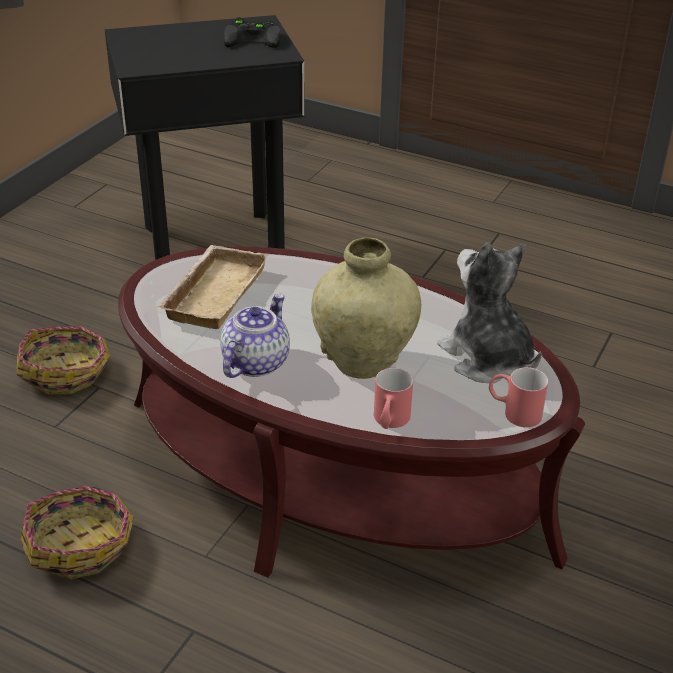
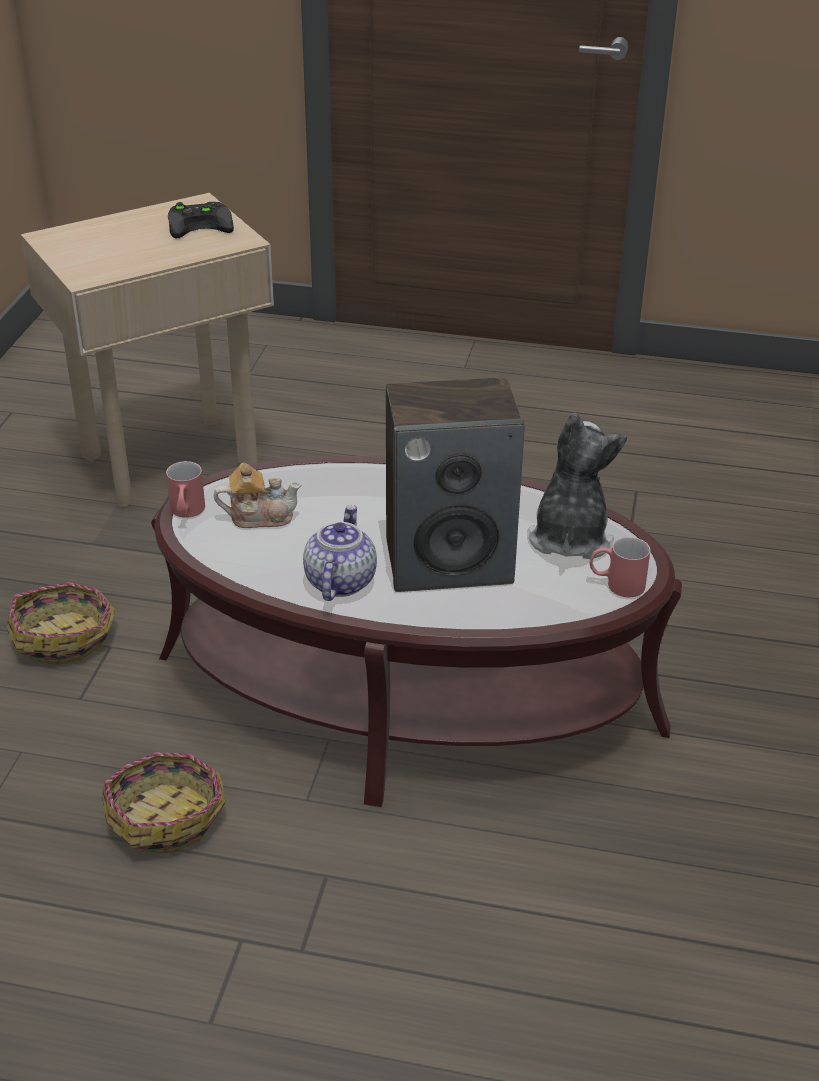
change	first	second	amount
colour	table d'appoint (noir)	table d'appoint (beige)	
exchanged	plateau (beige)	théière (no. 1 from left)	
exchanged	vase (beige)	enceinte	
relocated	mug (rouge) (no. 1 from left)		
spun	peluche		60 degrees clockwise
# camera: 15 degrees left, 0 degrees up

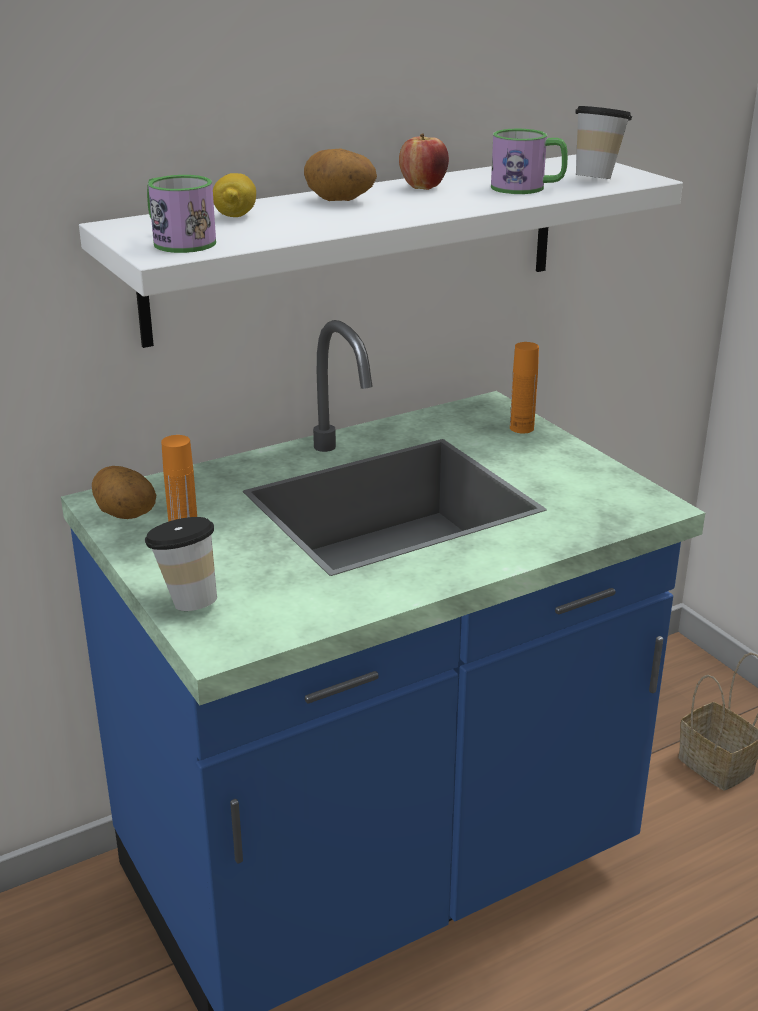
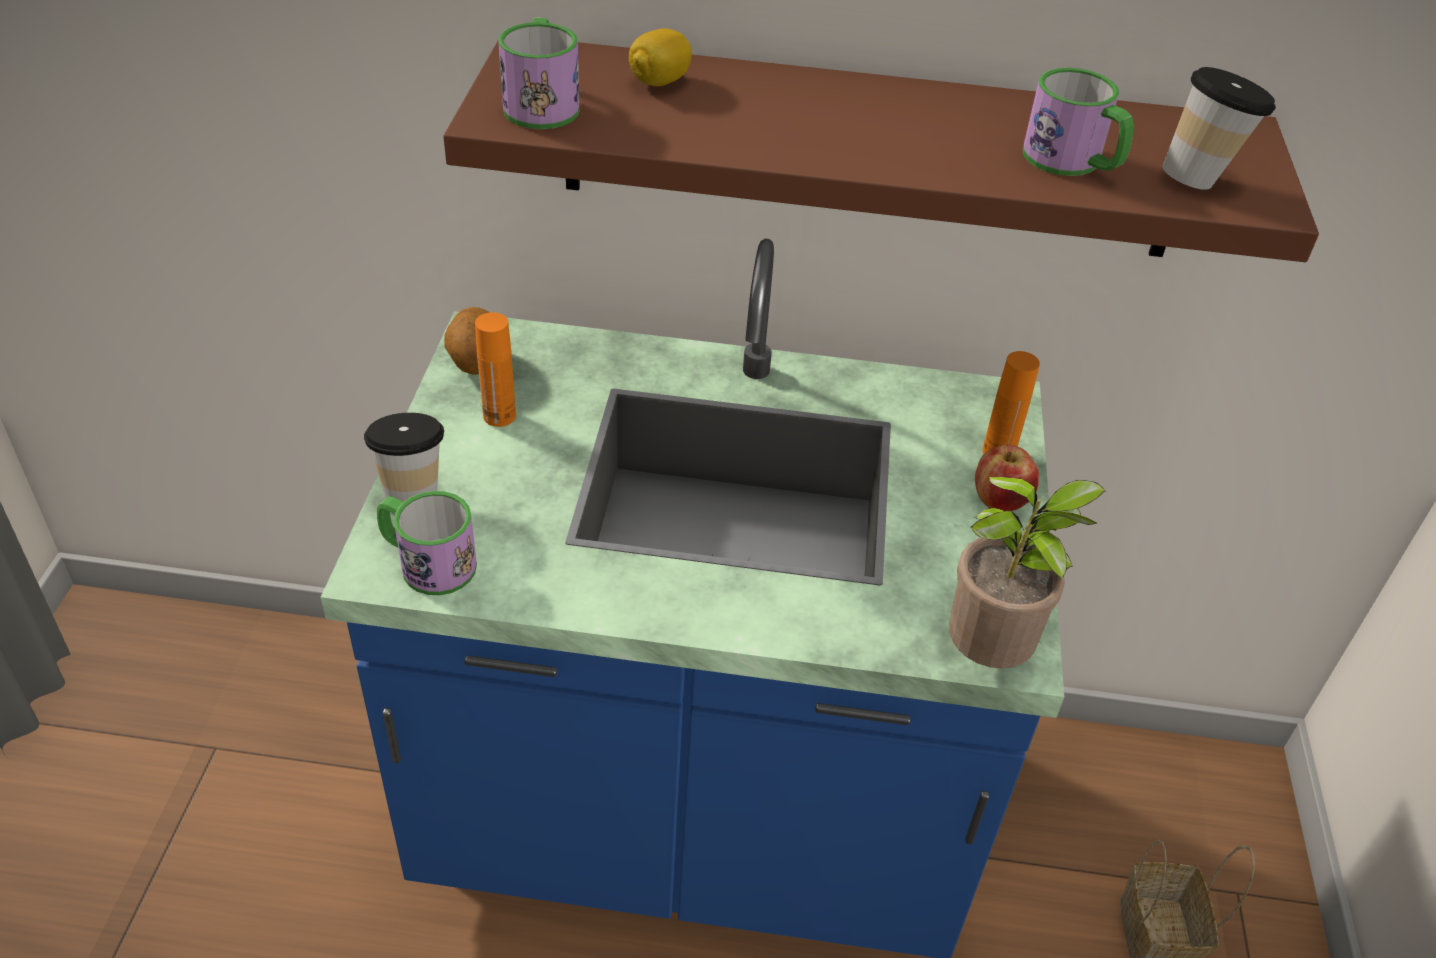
change	first	second	amount
colour	étagère (blanc)	étagère (marron)	
missing	pomme de terre (no. 2 from left)		
relocated	pomme		
appeared		mug (no. 1 from left)	
appeared		plante en pot	
# camera: 35 degrees right, 15 degrees up

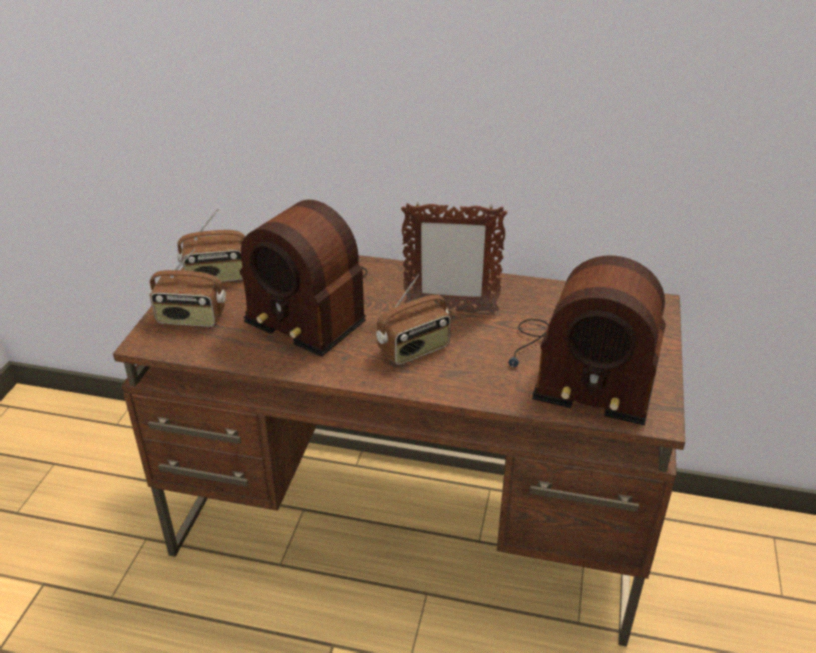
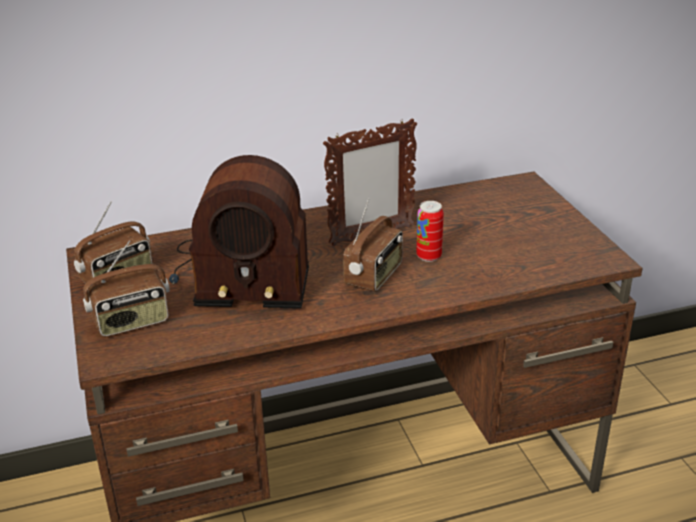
change	first	second	amount
missing	radio (no. 5 from left)		
appeared		boîte métallique	
# camera: 30 degrees left, 5 degrees down

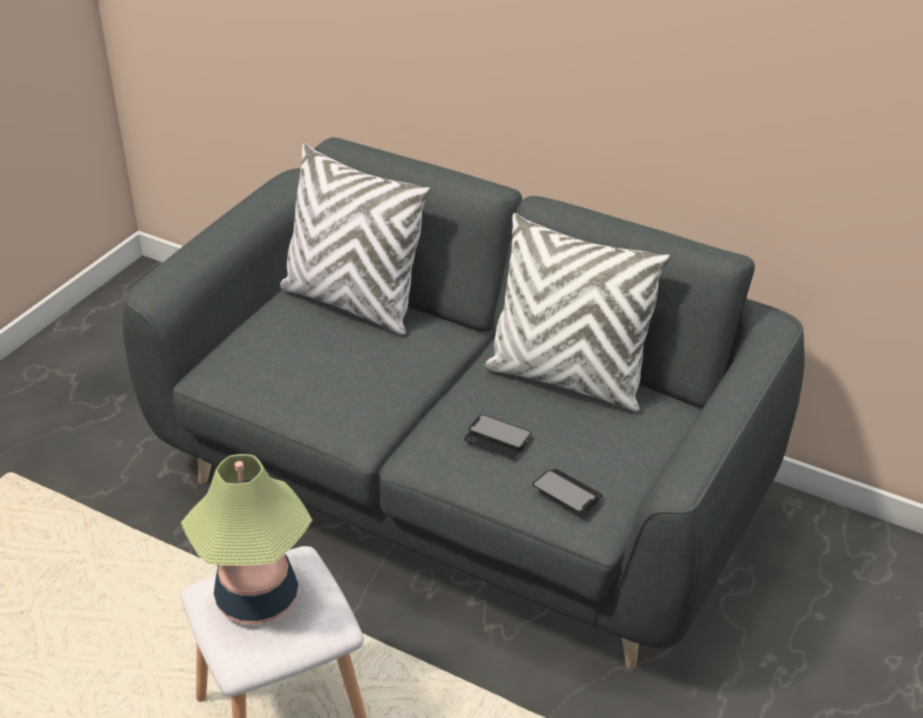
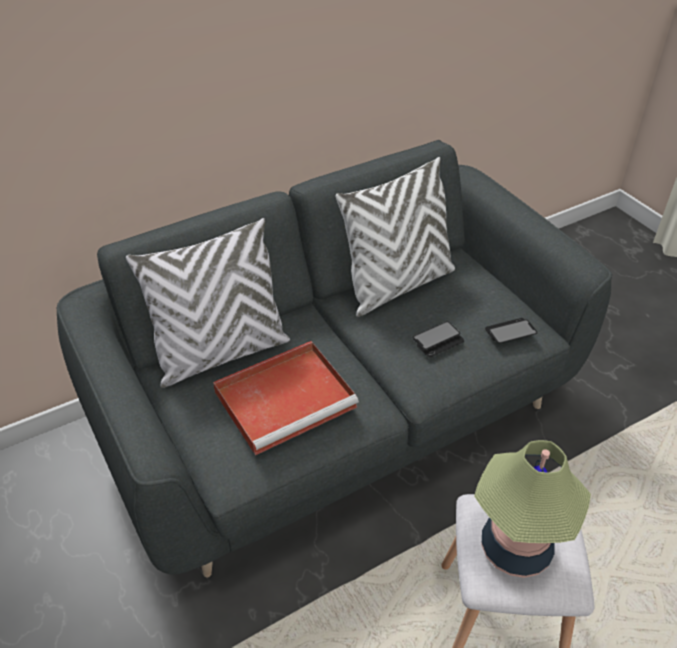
change	first	second	amount
appeared		plateau (rouge)	
# camera: 60 degrees left, 5 degrees up

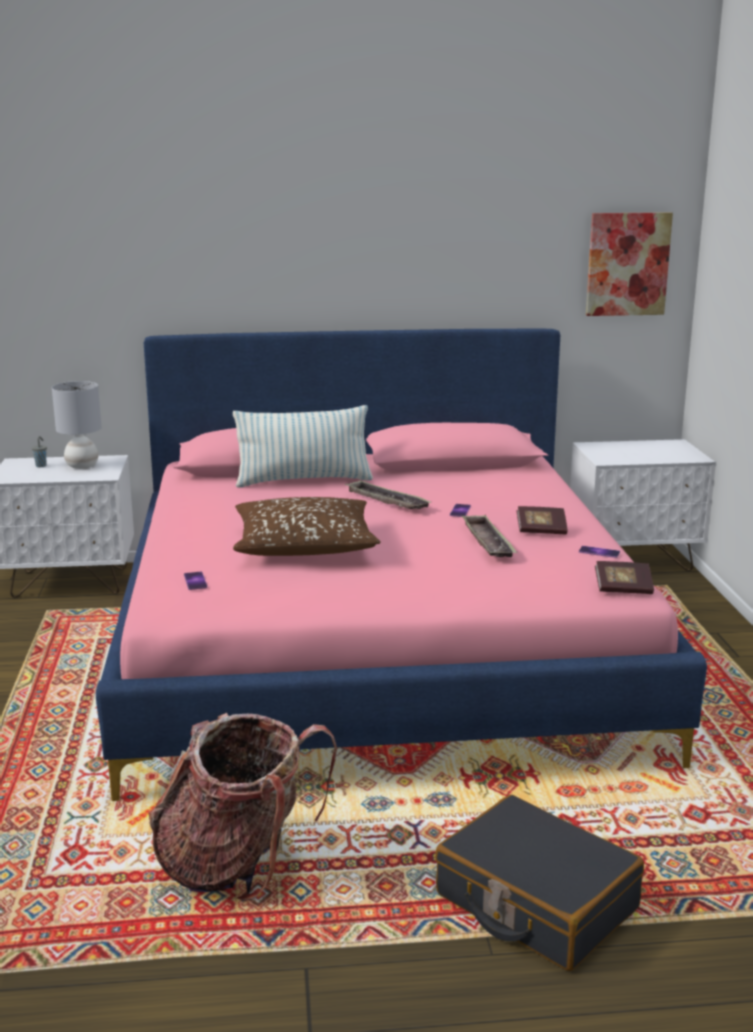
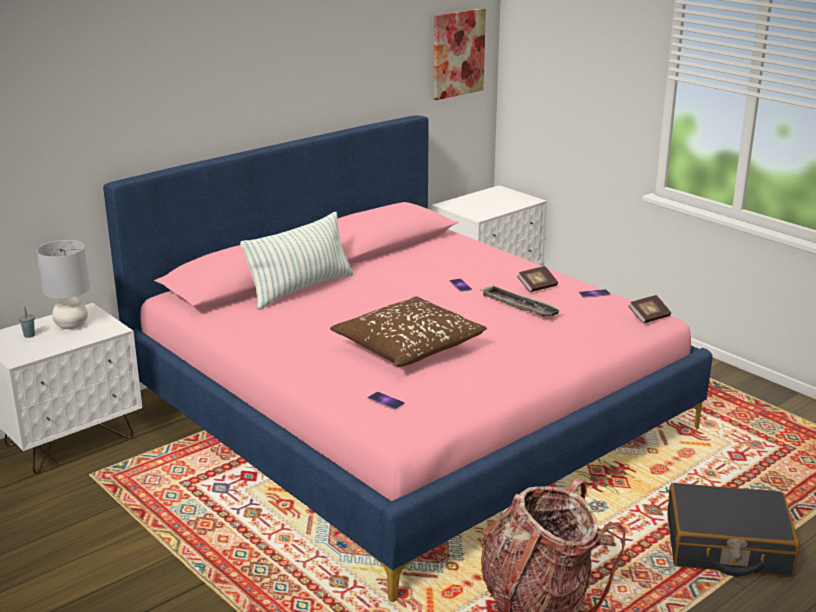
change	first	second	amount
missing	plateau (no. 1 from left)		
# camera: 35 degrees left, 5 degrees up

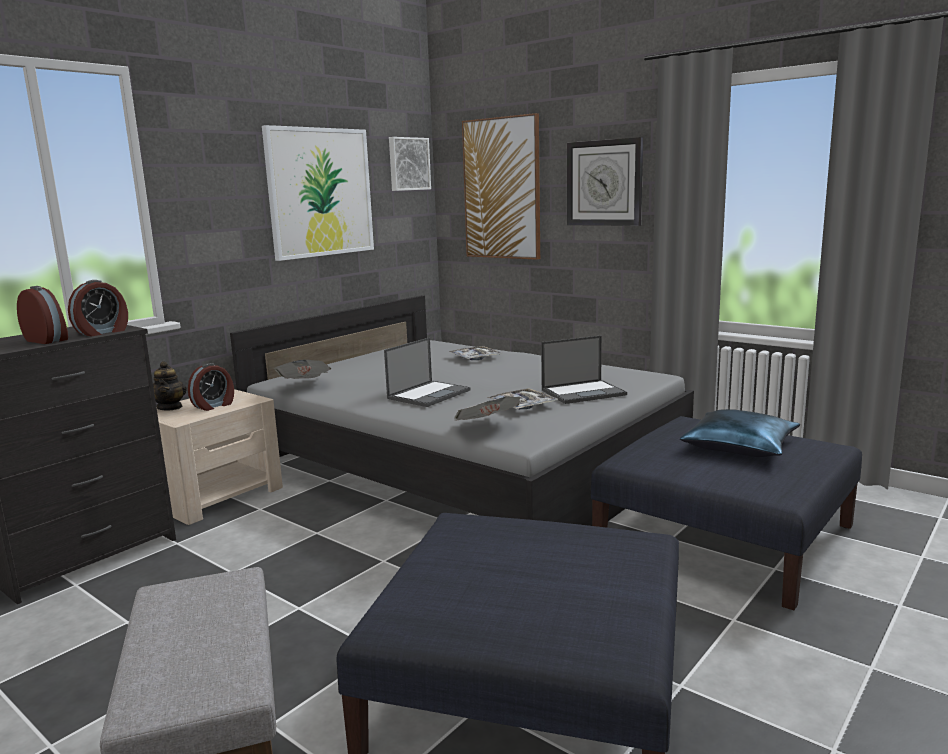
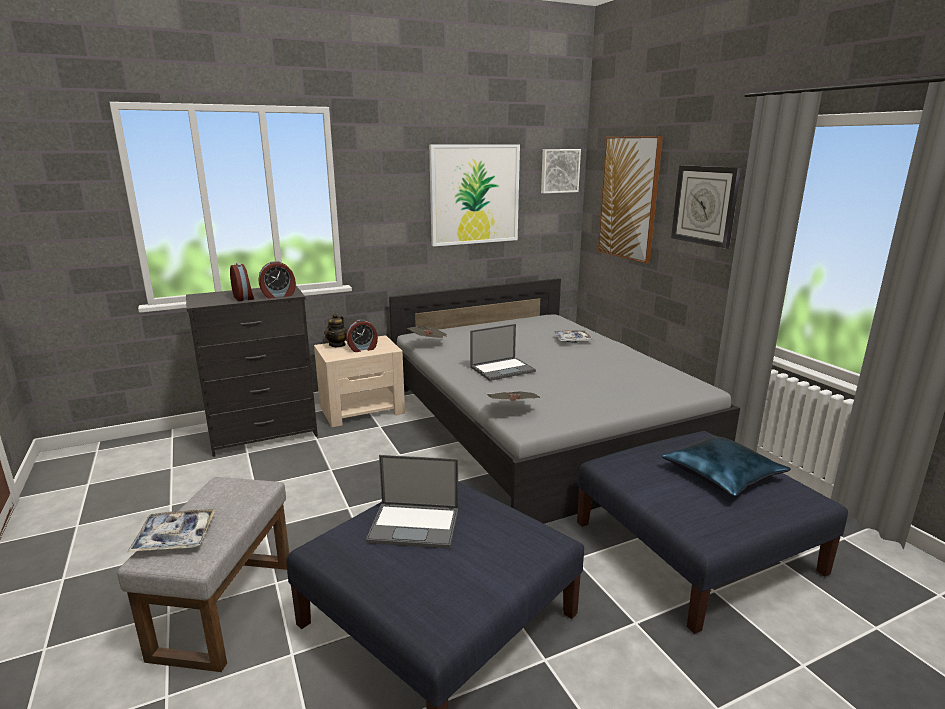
change	first	second	amount
relocated	plateau (no. 2 from left in the first image)	plateau (no. 1 from left)	
relocated	ordinateur portable (no. 2 from left in the first image)	ordinateur portable (no. 1 from left)	
# camera: 25 degrees right, 5 degrees up

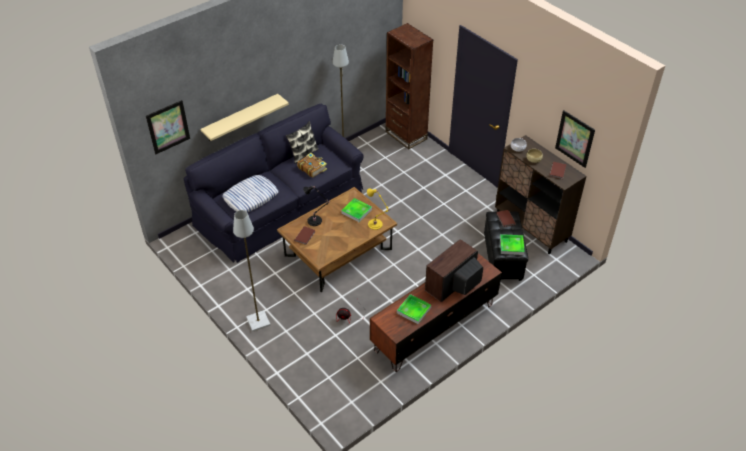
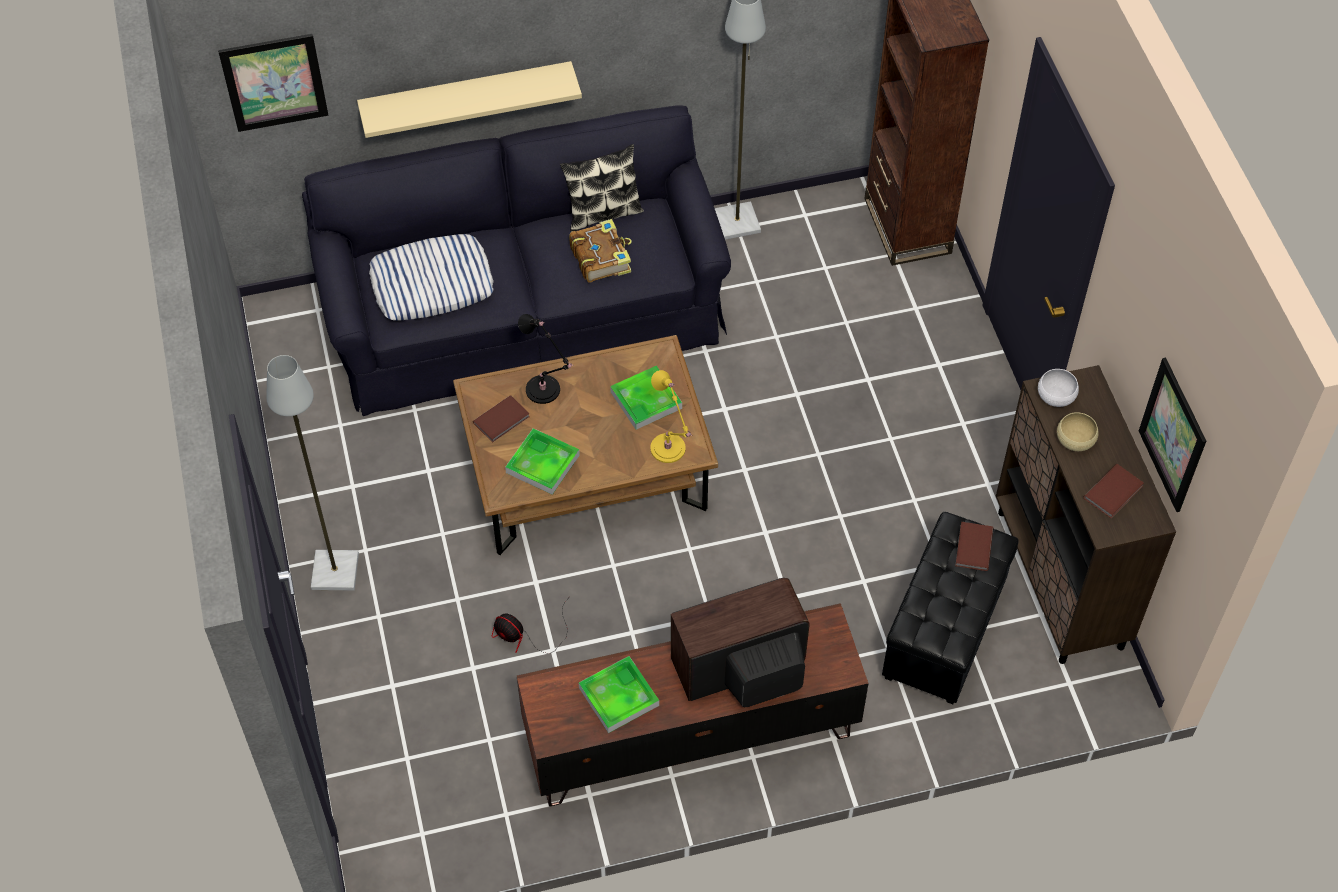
change	first	second	amount
relocated	plateau (no. 3 from left in the first image)	plateau (no. 1 from left)	
# camera: 25 degrees right, 10 degrees up

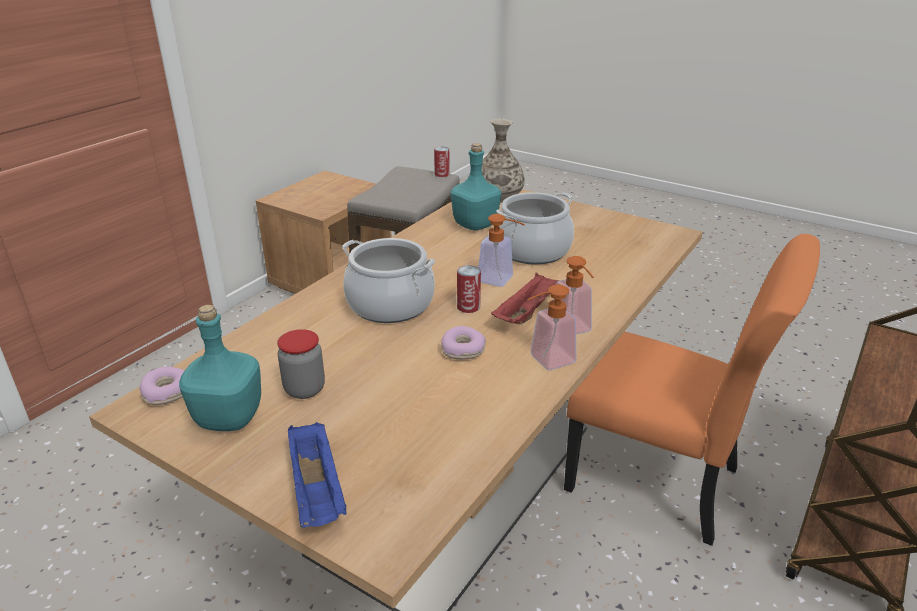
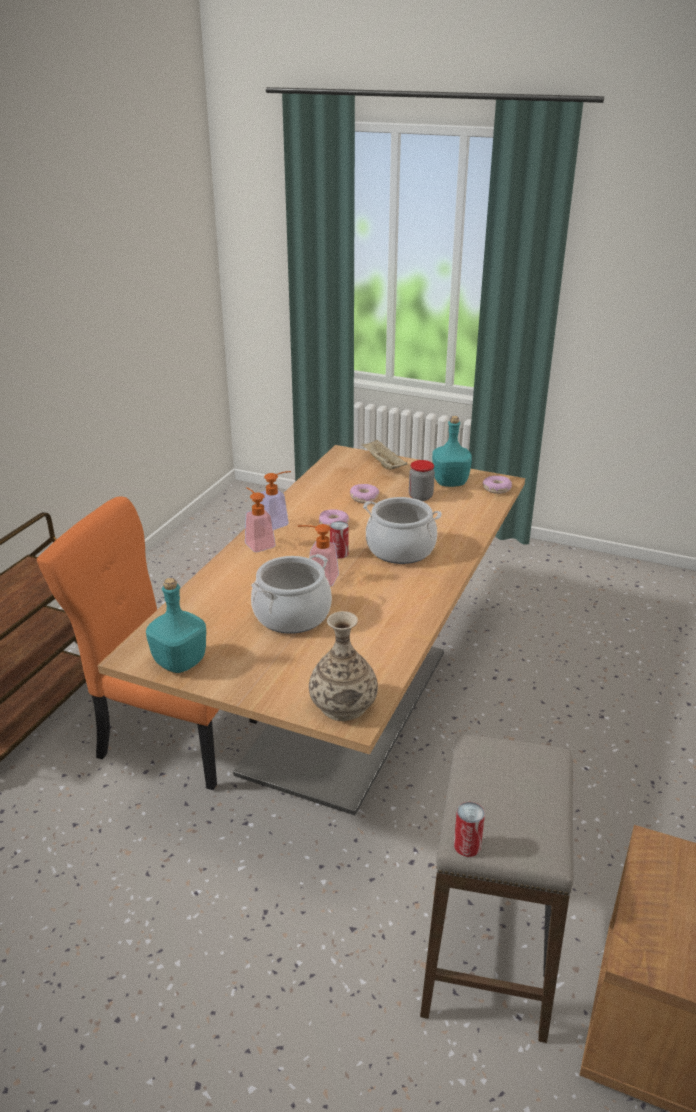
change	first	second	amount
colour	plateau (bleu)	plateau (beige)	
relocated	bouteille (turquoise) (no. 2 from left in the first image)	bouteille (turquoise) (no. 1 from left)	
missing	plateau (rouge)		
appeared		beignet (no. 2 from left)	
# camera: 170 degrees right, 0 degrees up

